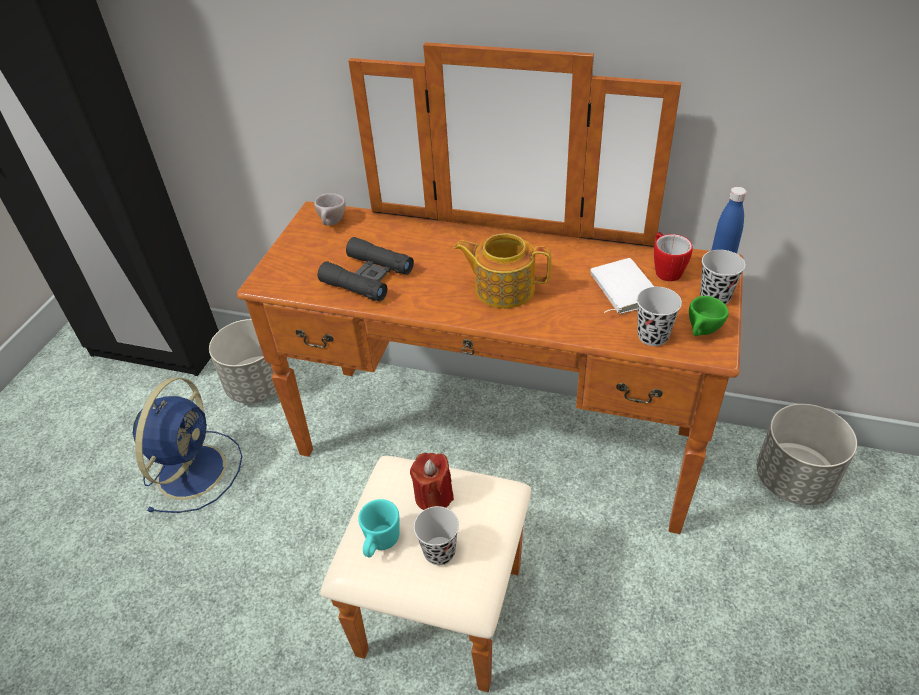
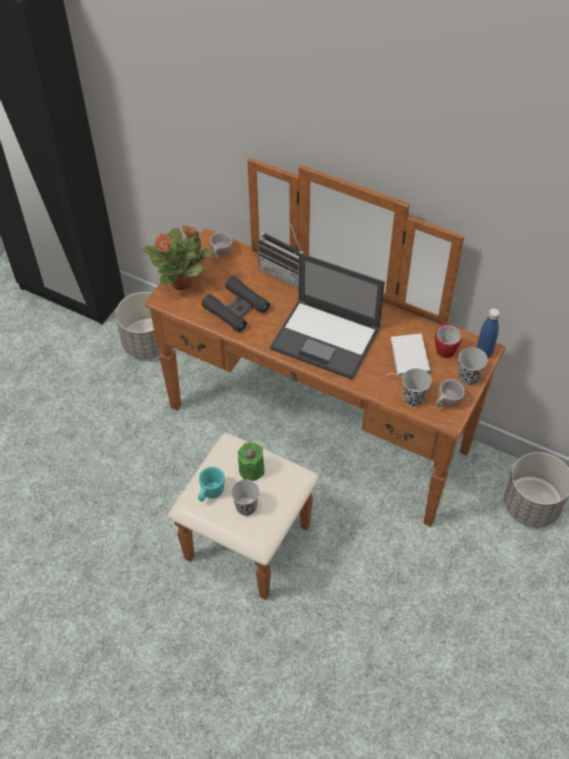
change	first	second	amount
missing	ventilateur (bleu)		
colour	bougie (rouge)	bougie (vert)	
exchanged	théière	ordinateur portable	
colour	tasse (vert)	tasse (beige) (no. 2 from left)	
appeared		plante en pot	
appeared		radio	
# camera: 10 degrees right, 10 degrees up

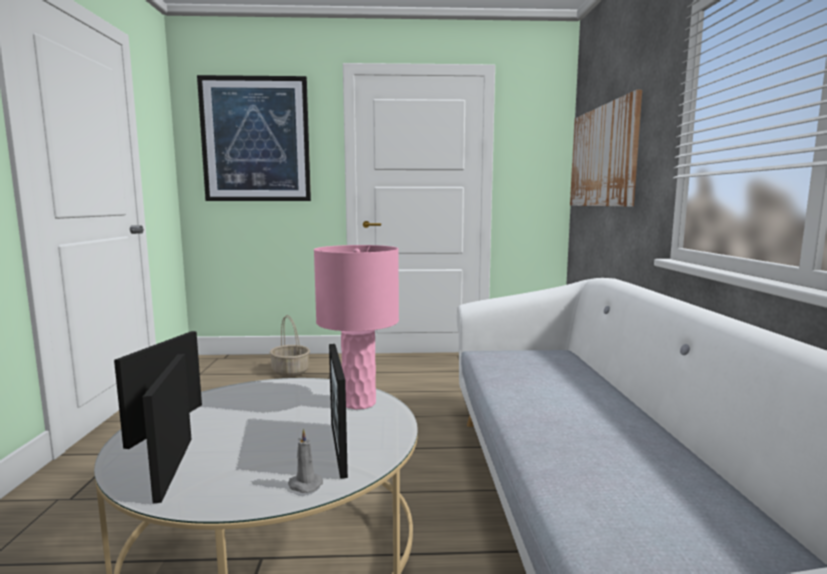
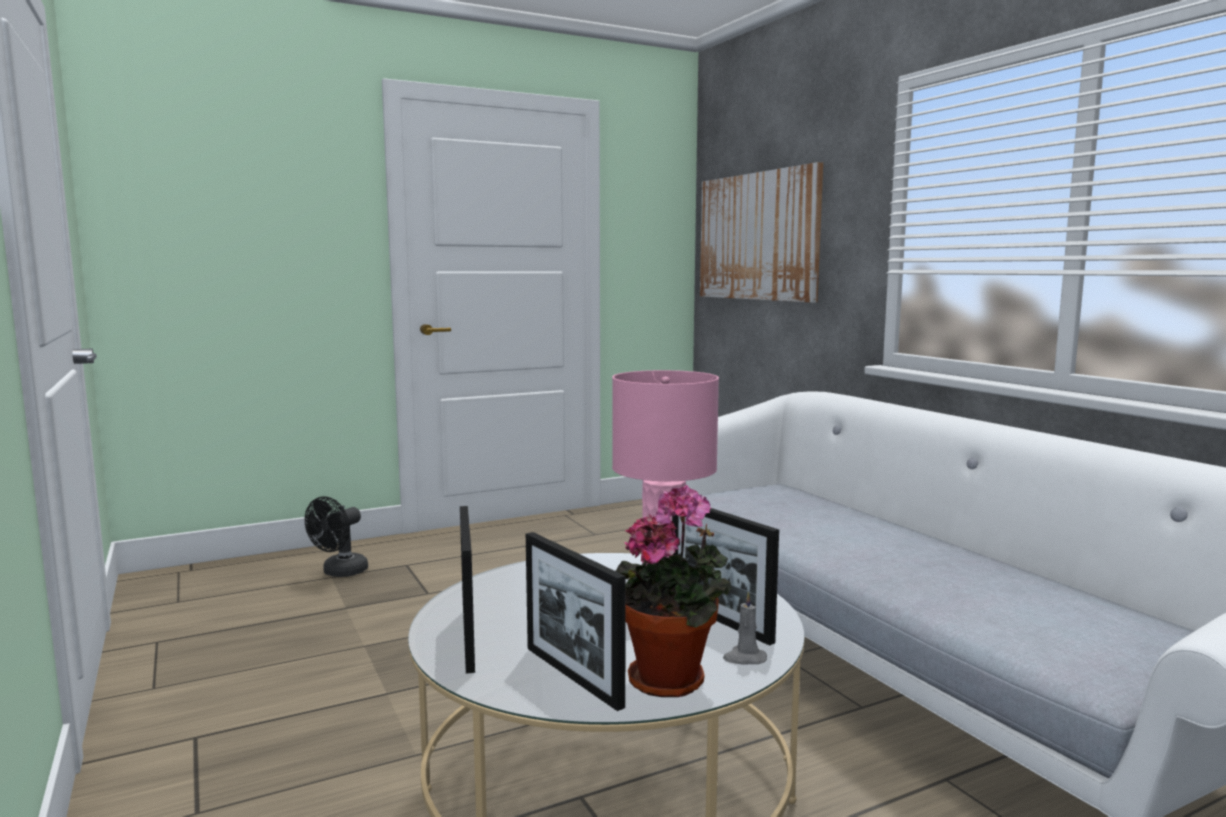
change	first	second	amount
missing	tableau (no. 1 from left)		
exchanged	panier	ventilateur (noir)	
appeared		plante en pot	
# camera: 25 degrees left, 0 degrees up

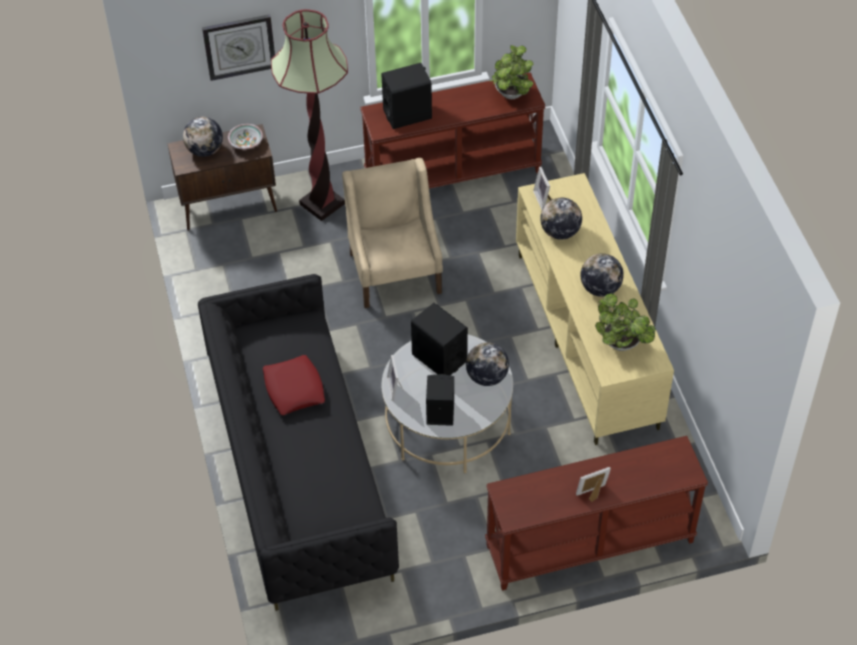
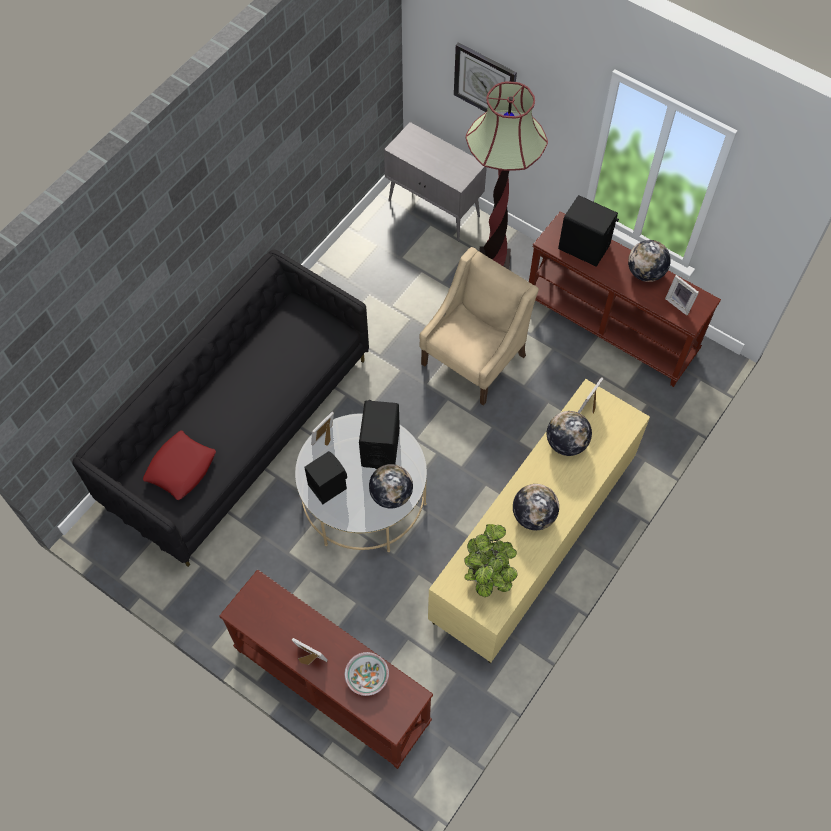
change	first	second	amount
colour	meuble de rangement (marron)	meuble de rangement (gris)	
relocated	globe (no. 1 from left in the first image)	globe (no. 4 from left)	
relocated	bol		
relocated	coussin (rouge)		
exchanged	plante en pot (no. 1 from left)	cadre photo (no. 4 from left)	
# camera: 50 degrees right, 10 degrees up

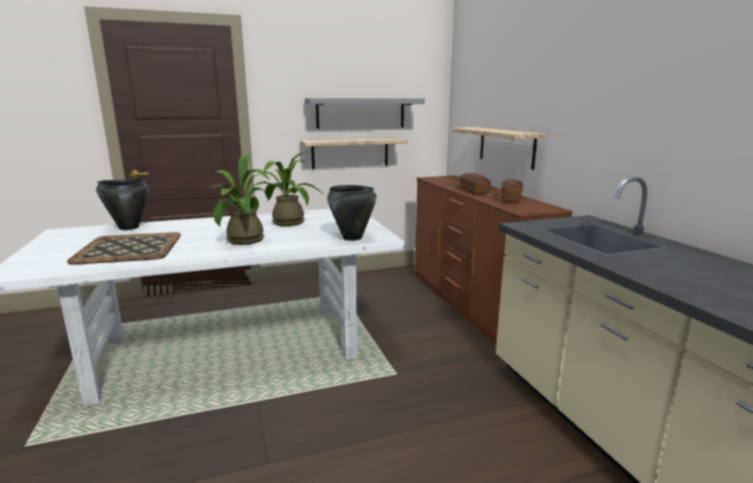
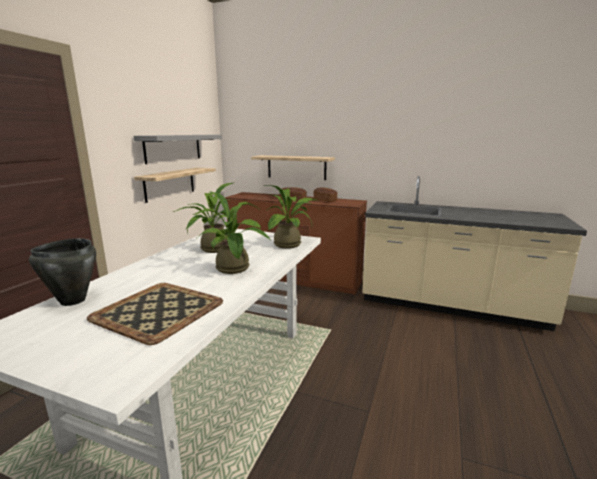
change	first	second	amount
exchanged	marmite (noir) (no. 2 from left)	plante en pot (no. 3 from left)	
# camera: 50 degrees left, 0 degrees up

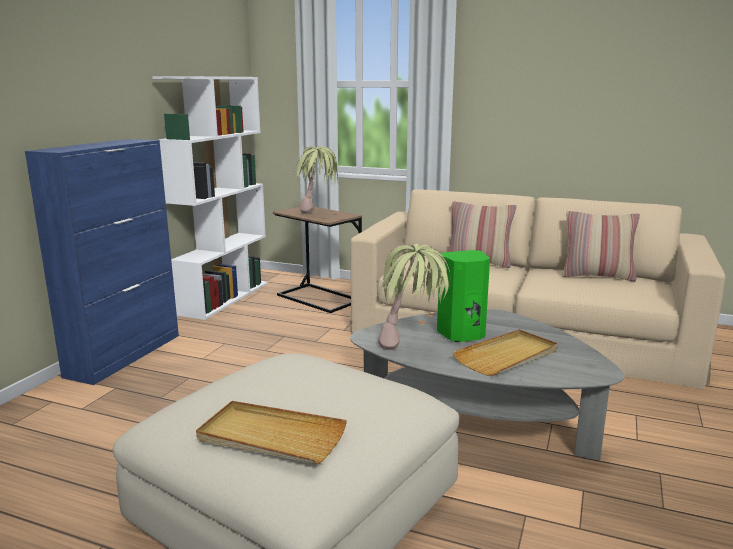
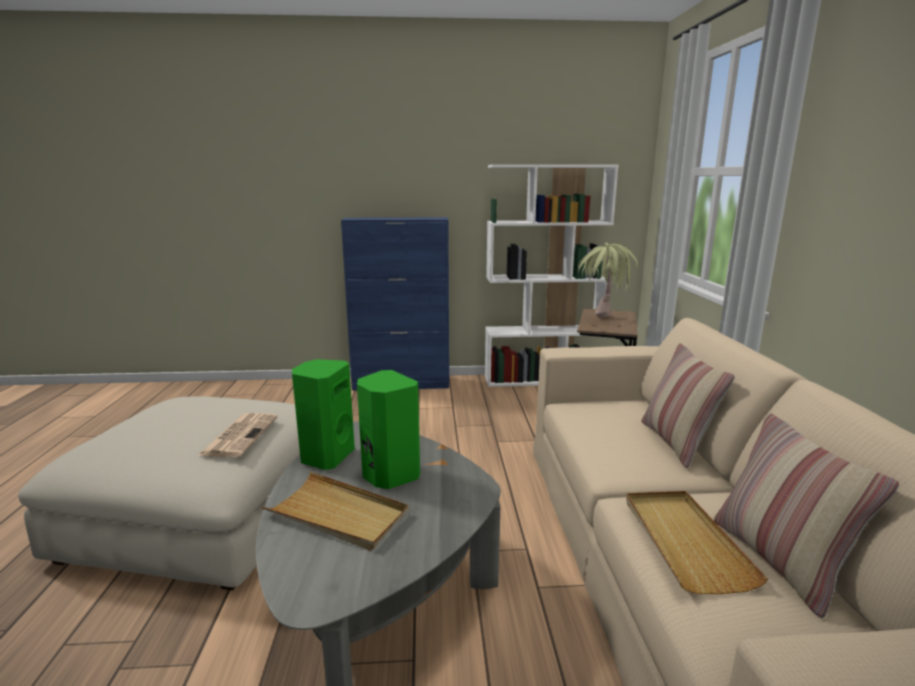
change	first	second	amount
relocated	plateau (beige) (no. 1 from left in the first image)	plateau (beige) (no. 2 from left)	
exchanged	plante en pot (no. 2 from left)	enceinte (vert) (no. 1 from left)	
appeared		journal	
# camera: 65 degrees right, 0 degrees up

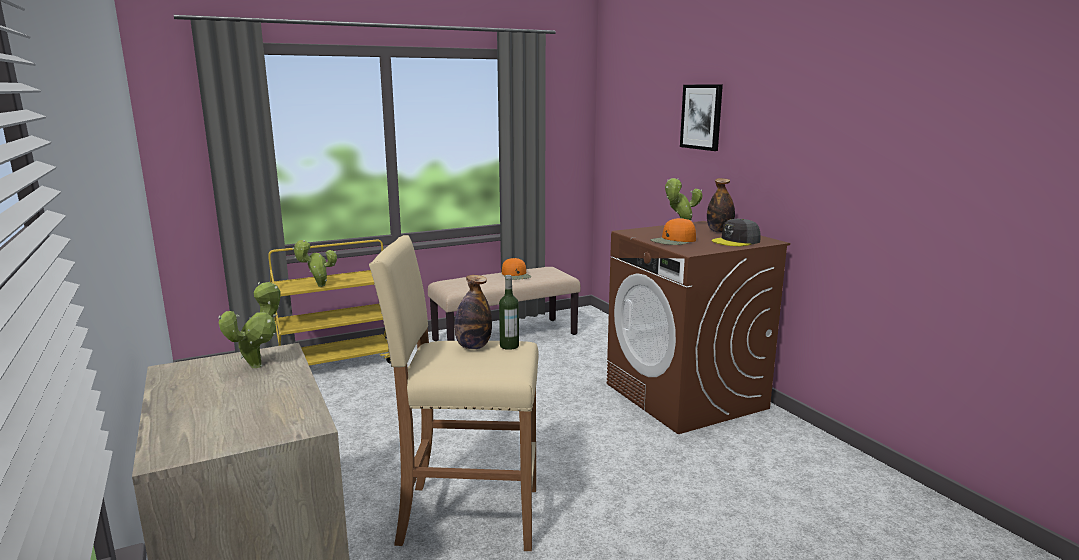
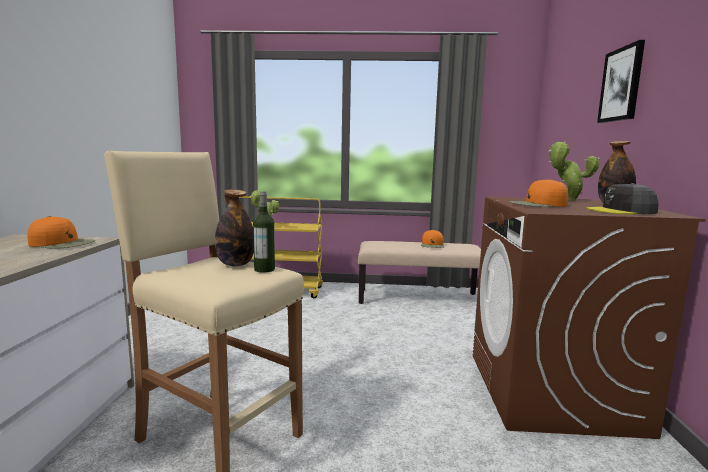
change	first	second	amount
exchanged	plante en pot (no. 1 from left)	casquette (orange) (no. 1 from left)	
# camera: 30 degrees right, 5 degrees down

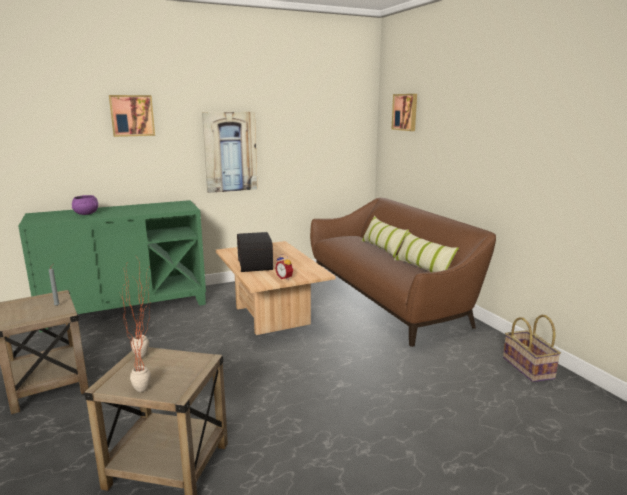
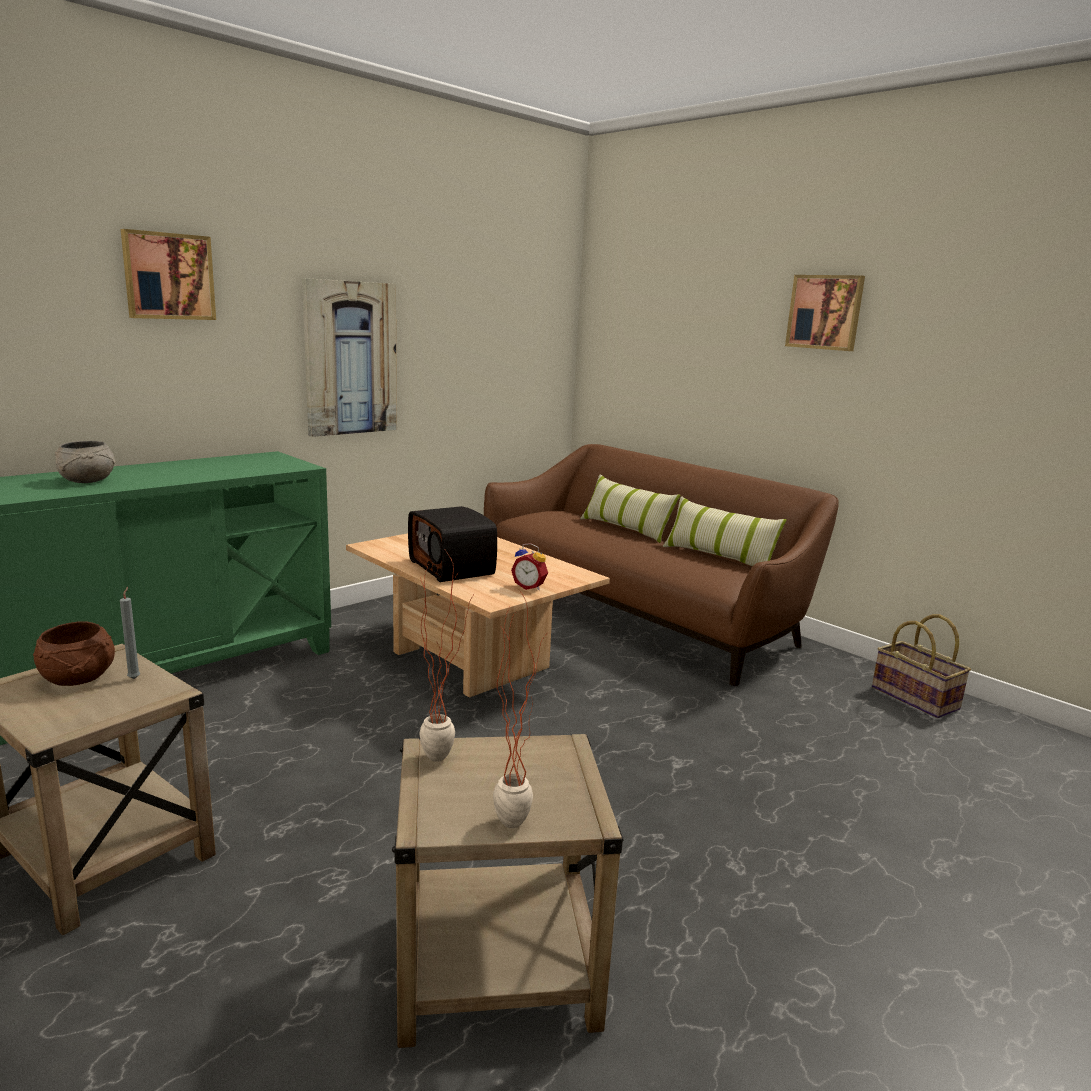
change	first	second	amount
colour	bol (violet)	bol (gris)	
relocated	tableau (no. 3 from left)		
appeared		bol (marron)	
# camera: 20 degrees left, 0 degrees up

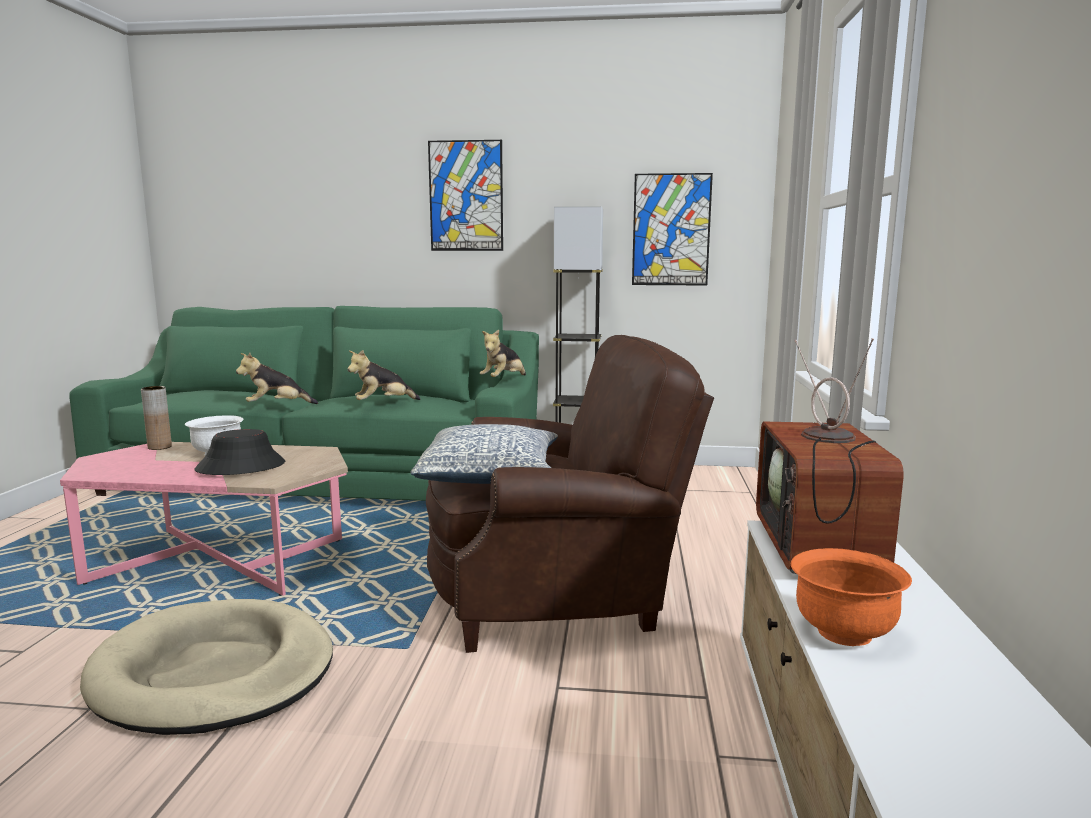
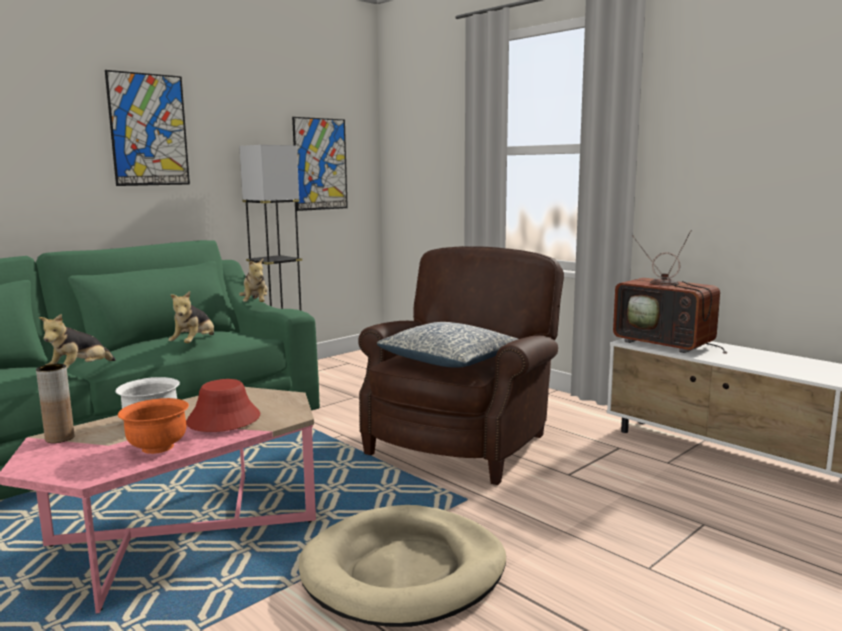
change	first	second	amount
colour	chapeau (noir)	chapeau (rouge)	
relocated	bol (orange)		
# camera: 50 degrees left, 0 degrees up

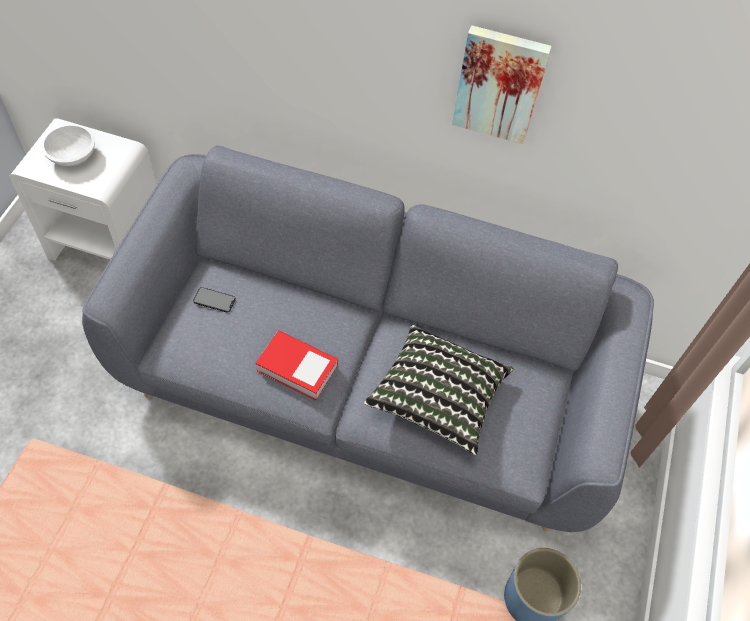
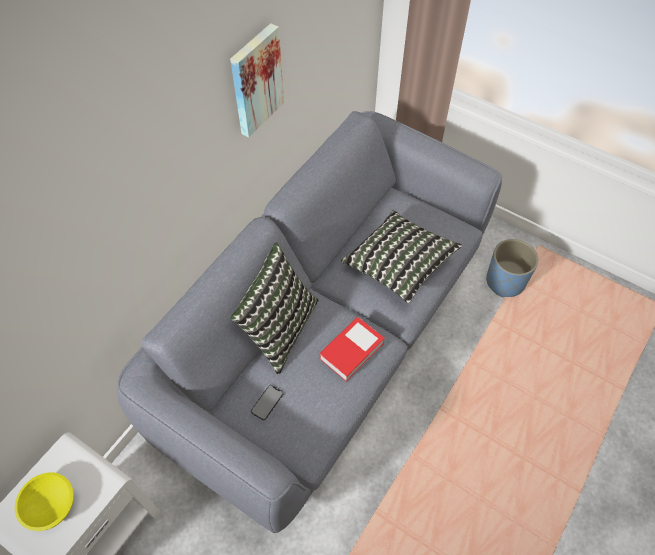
change	first	second	amount
colour	bol (blanc)	bol (jaune)	
appeared		coussin (no. 1 from left)	
# camera: 70 degrees left, 0 degrees up

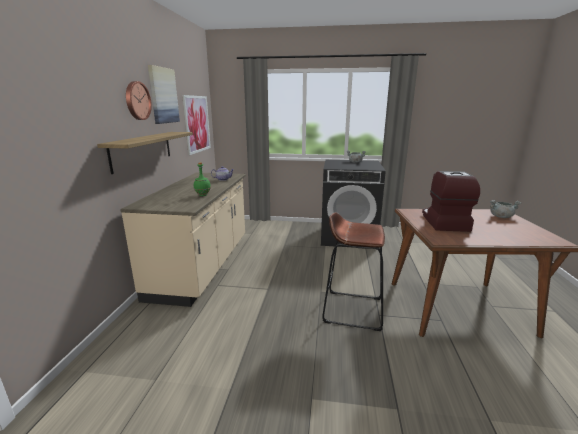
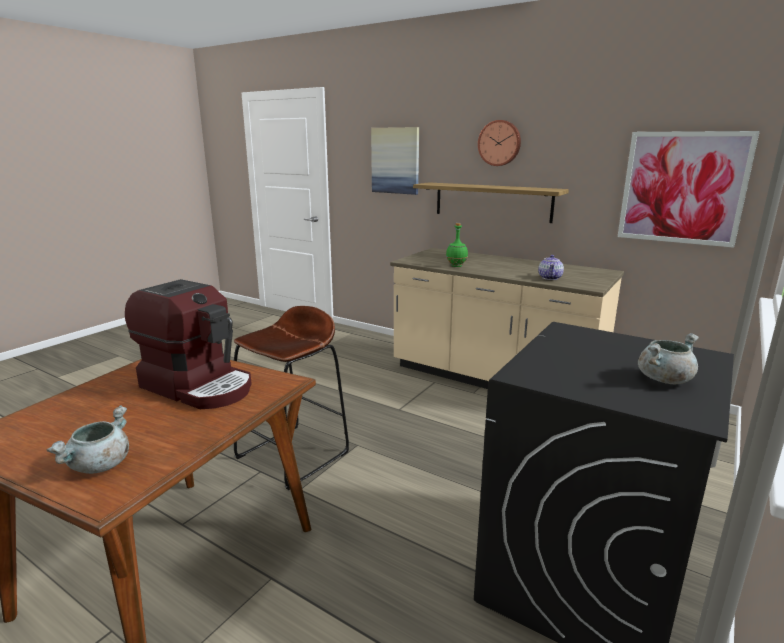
change	first	second	amount
relocated	tableau (no. 1 from left)		
# camera: 115 degrees right, 0 degrees up

